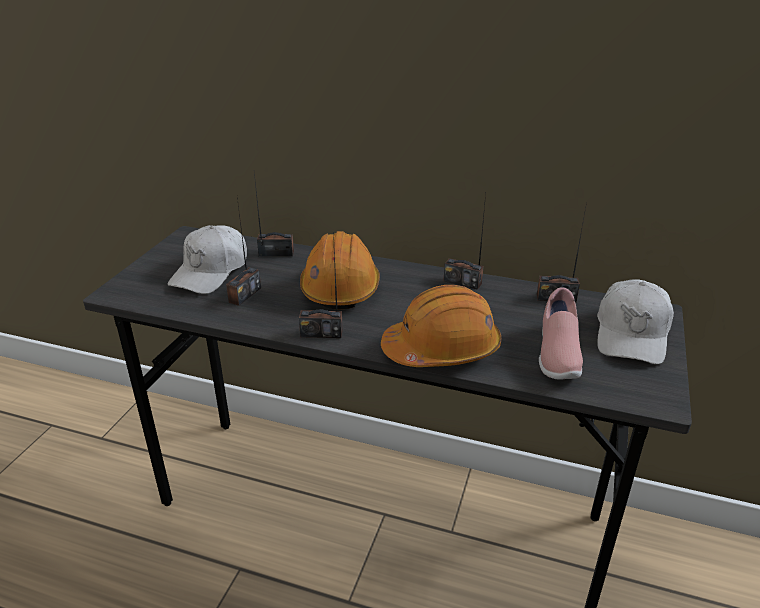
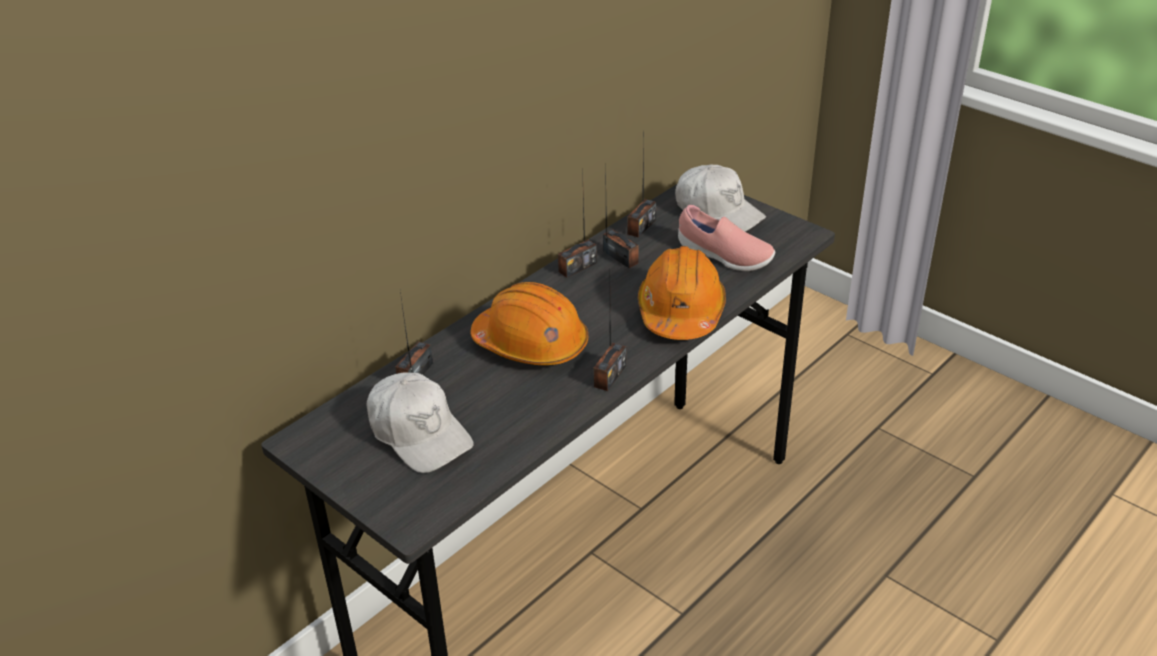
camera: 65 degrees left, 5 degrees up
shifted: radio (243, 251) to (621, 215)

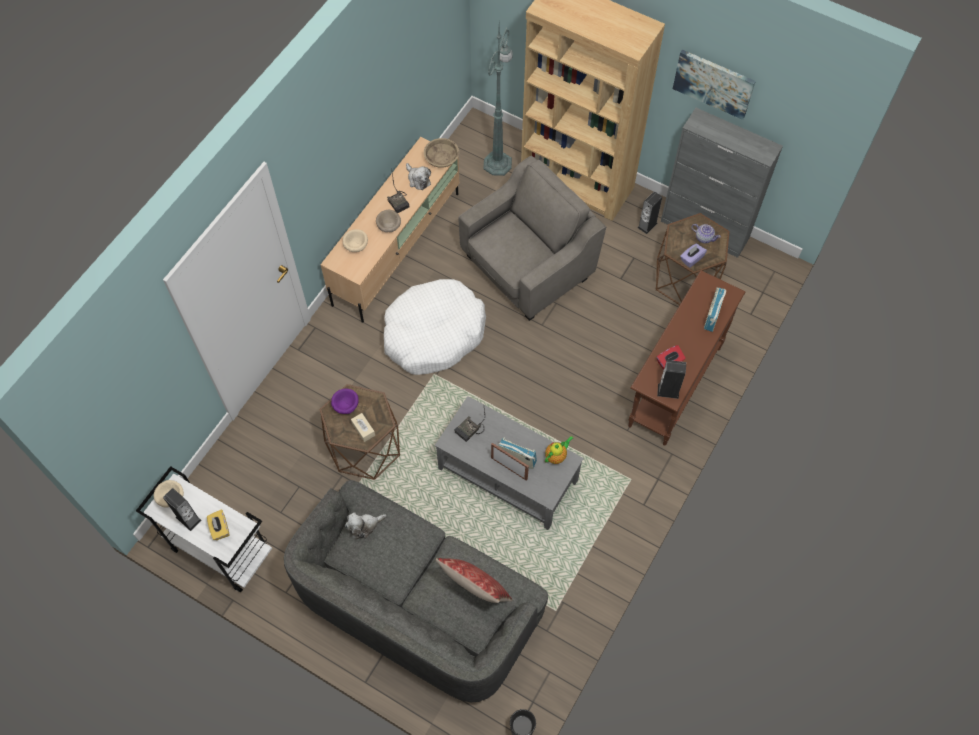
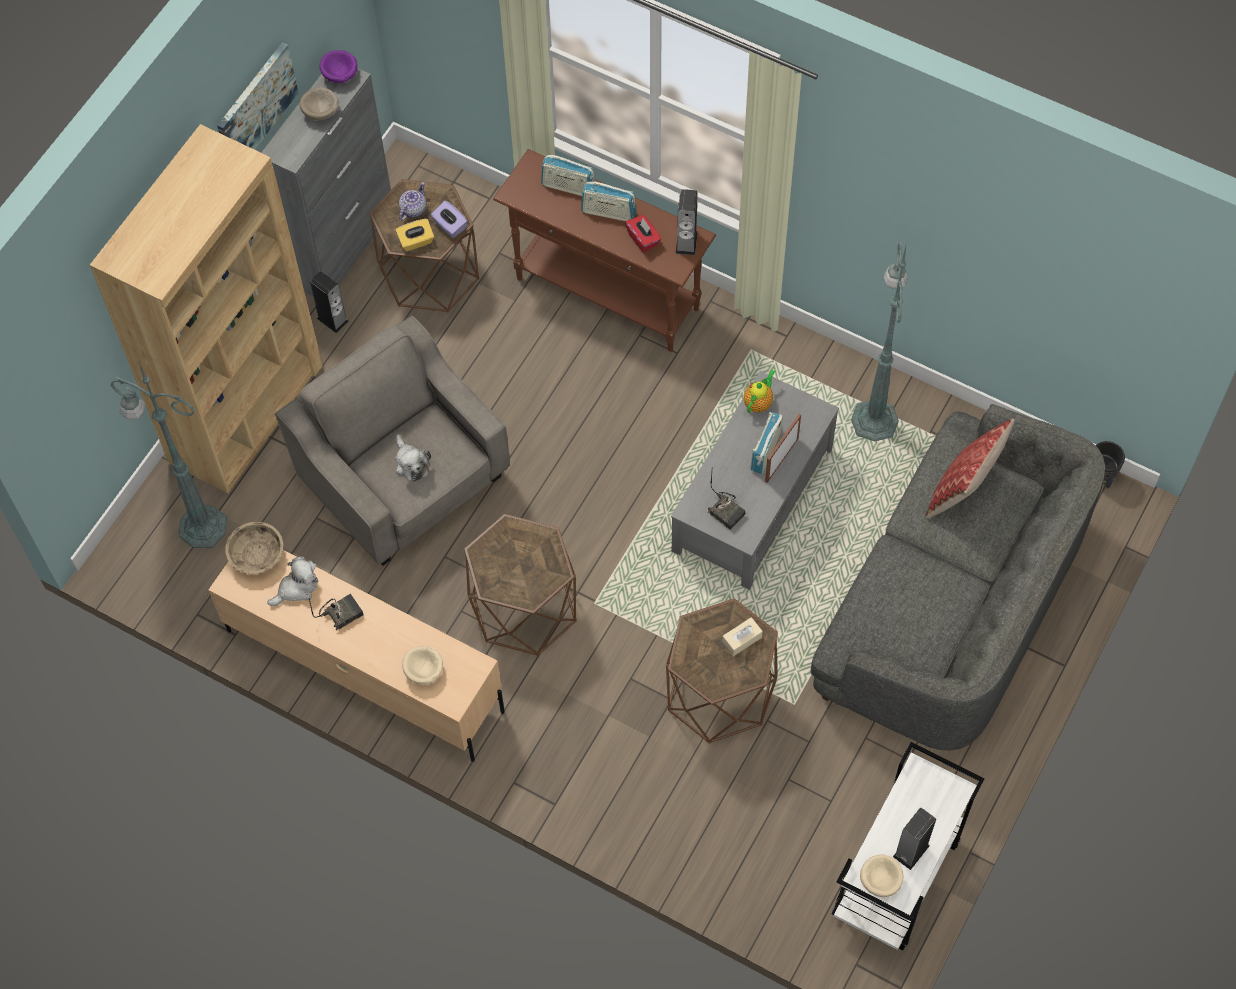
camera: 90 degrees left, 0 degrees up
new: radio (608, 201); floor lamp in green (879, 341)
shifted: bowl in beige (388, 221) to (319, 103); bowl in purple (345, 401) to (338, 66); tissue box in yellow (218, 525) to (414, 235); plush toy (366, 525) to (413, 458)
swapped: dog bed in white (435, 327) to side table in brown (520, 585)
rotated: teapot (559, 450) = (760, 391) 75 degrees clockwise

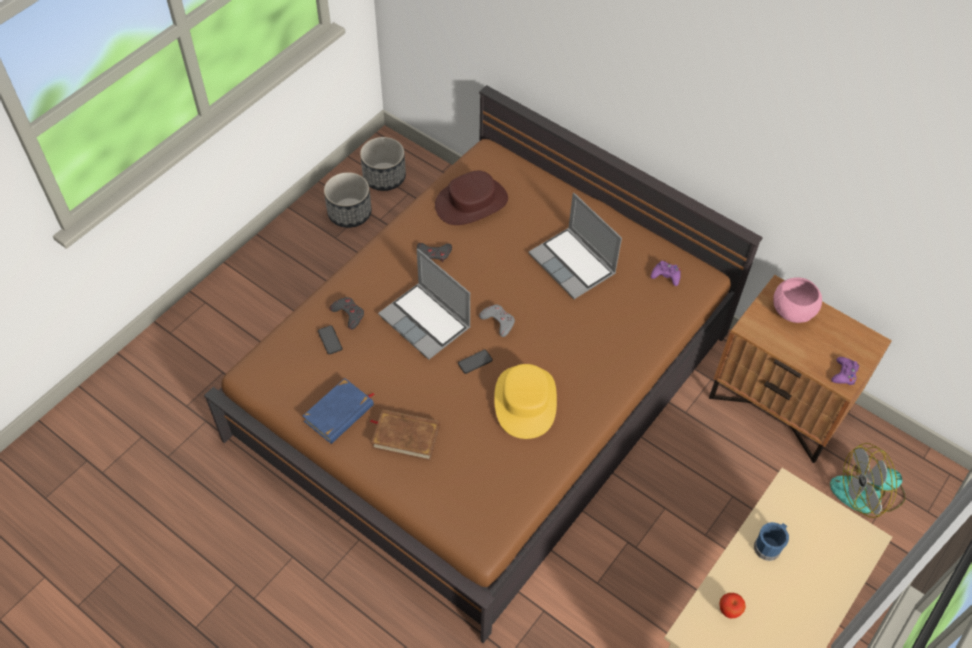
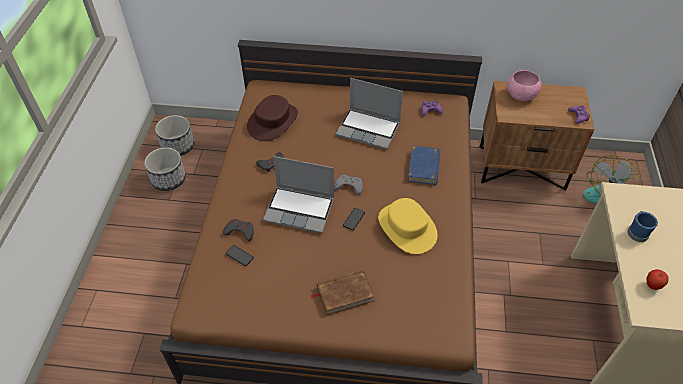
camera: 30 degrees left, 5 degrees down
shifted: book in blue (339, 411) to (424, 165)

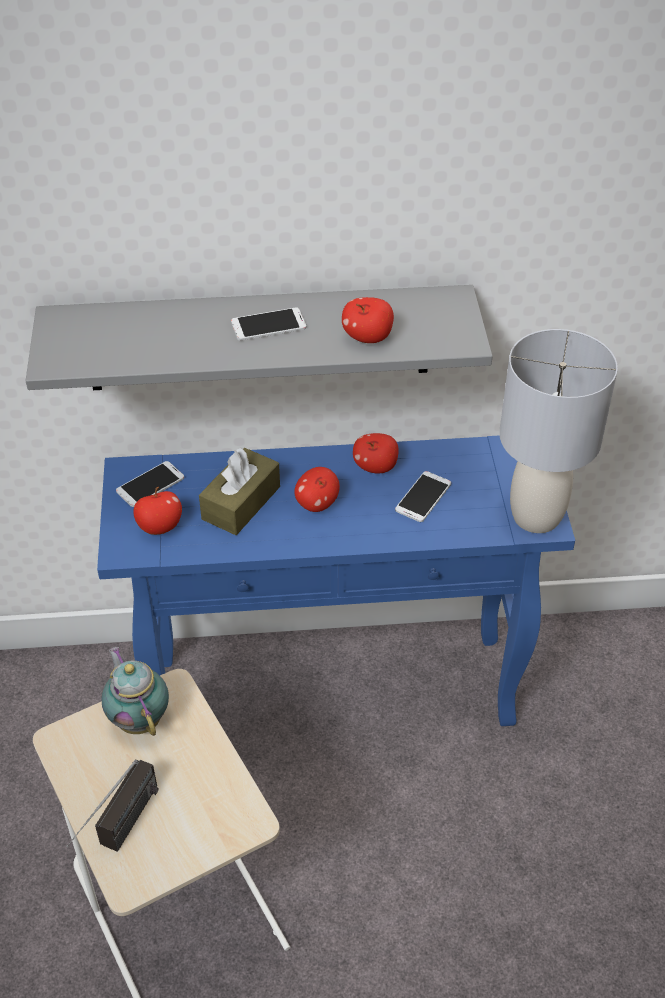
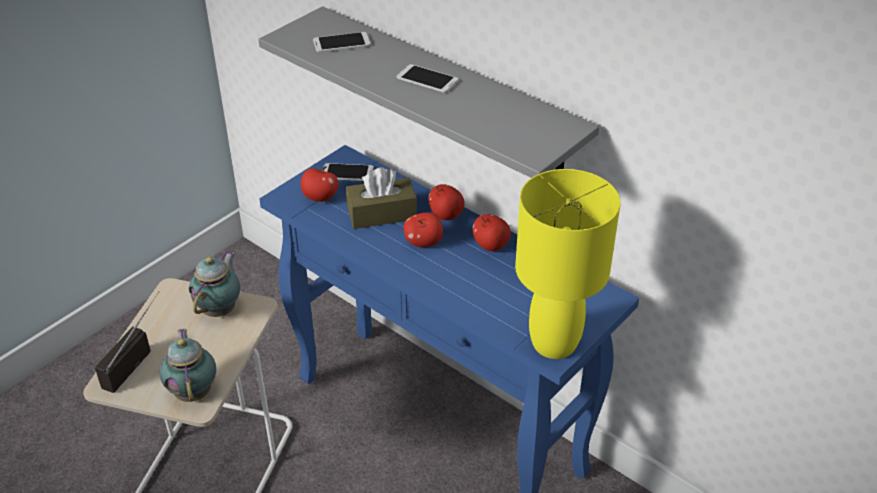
camera: 45 degrees right, 5 degrees down
new: teapot (188, 365)
shifted: apple (368, 320) to (446, 202); phone (423, 496) to (342, 42)
repainted: table lamp in grey (558, 431) to table lamp in yellow (567, 264)
rotated: radio (112, 806) = (127, 342) 135 degrees clockwise

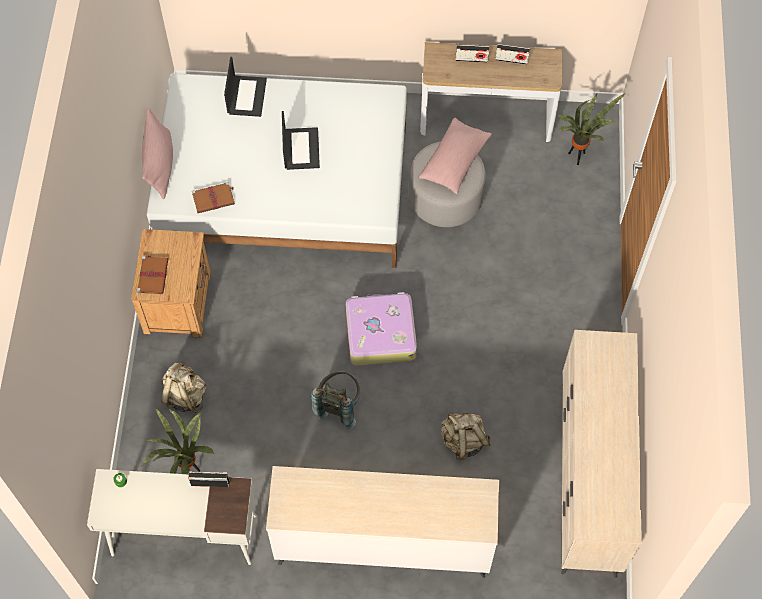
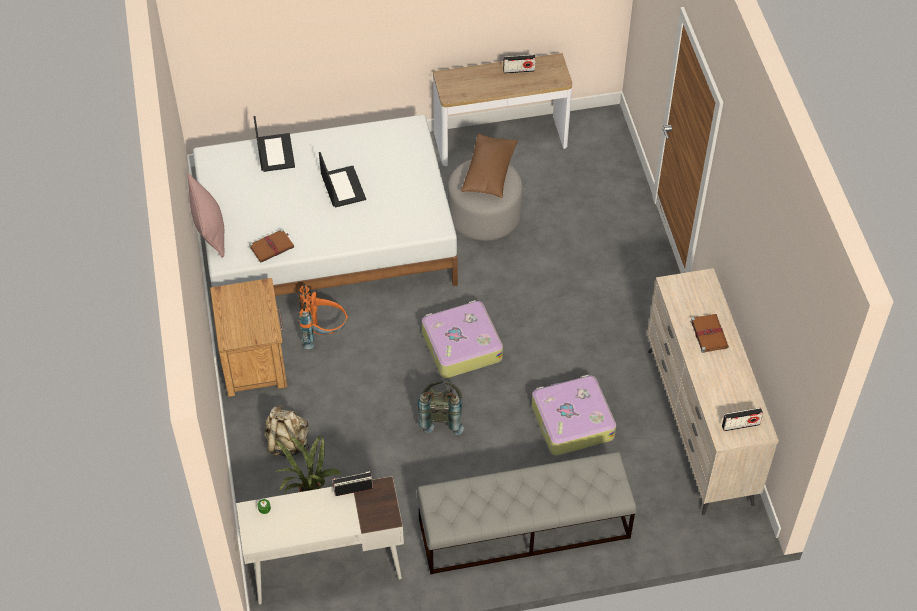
camera: 15 degrees left, 10 degrees down
gone: potted plant (592, 129)
new: backpack in orange (323, 317)
shifted: radio (472, 54) to (742, 419); book in brown (152, 275) to (709, 333)
swapped: backpack in beige (466, 436) to suitcase (574, 415); dresser in beige (382, 522) to bench in grey (527, 513)
repainted: pillow in pink (455, 156) to pillow in brown (489, 166)

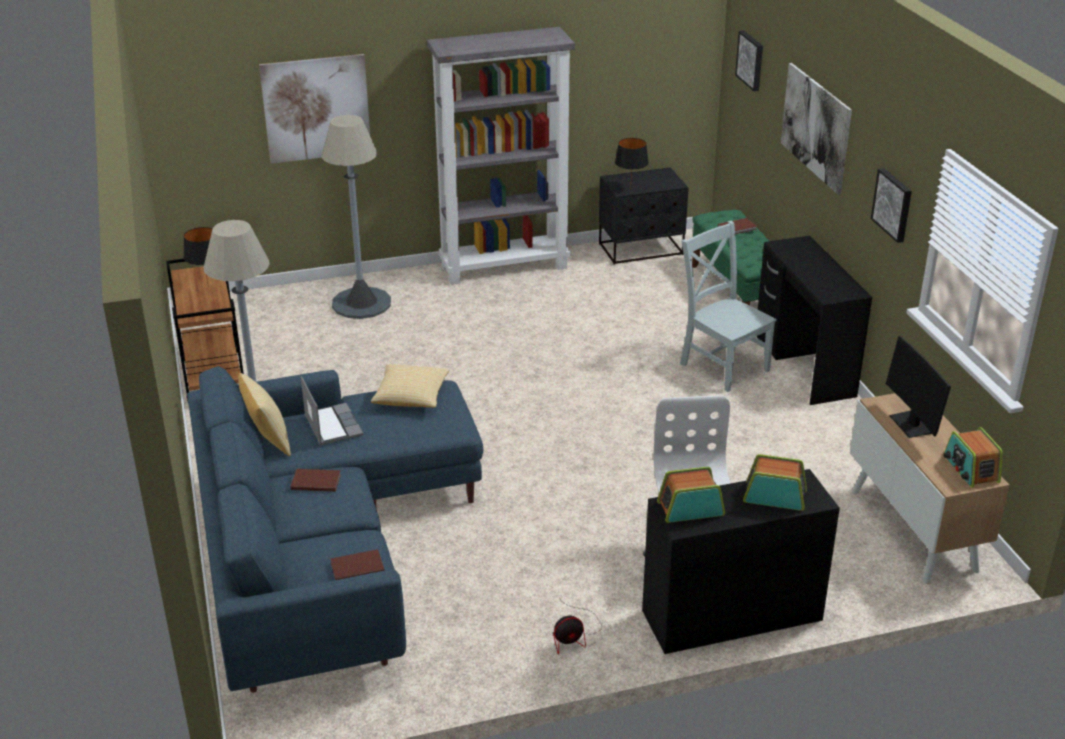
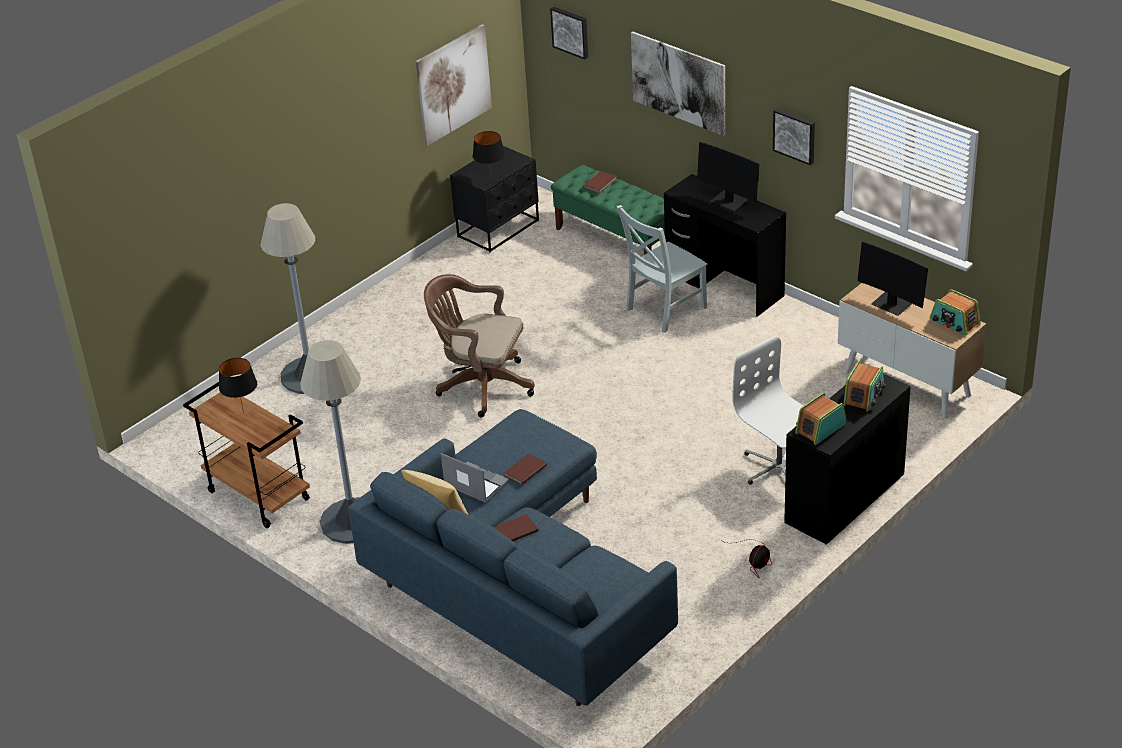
camera: 30 degrees left, 5 degrees up
gone: bookcase in grey (501, 156); pillow (410, 386)
new: monitor (728, 176); office chair in brown (479, 346)
shifted: picture (314, 109) to (454, 85); book in brown (357, 564) to (525, 469)
rotated: chair in grey (728, 306) = (662, 269) 60 degrees counterclockwise; radio (775, 482) = (864, 386) 135 degrees clockwise

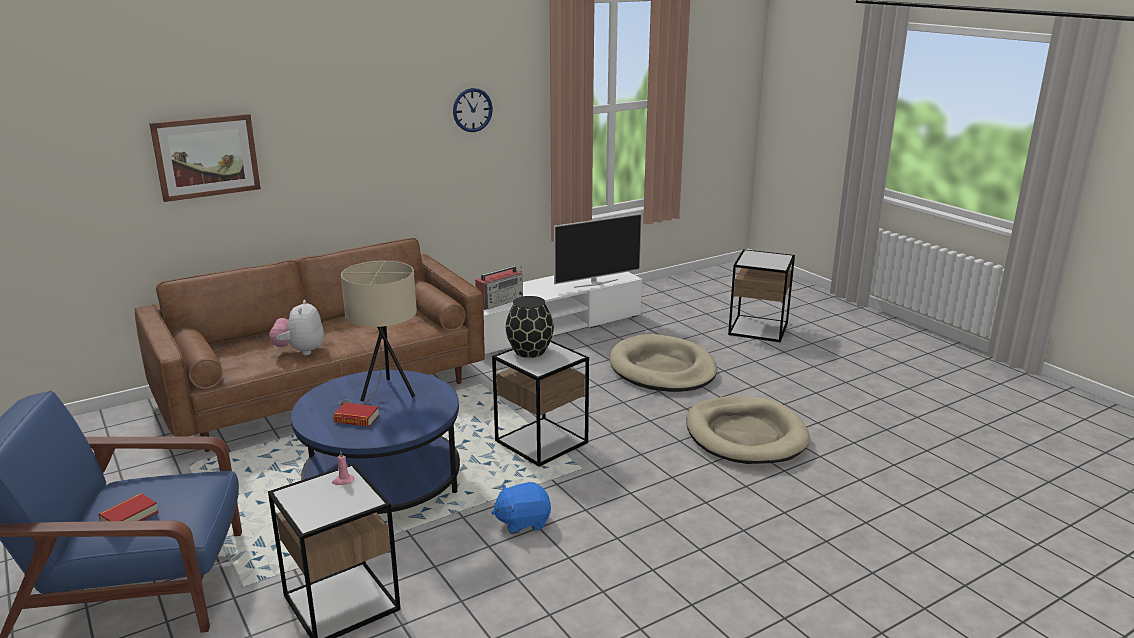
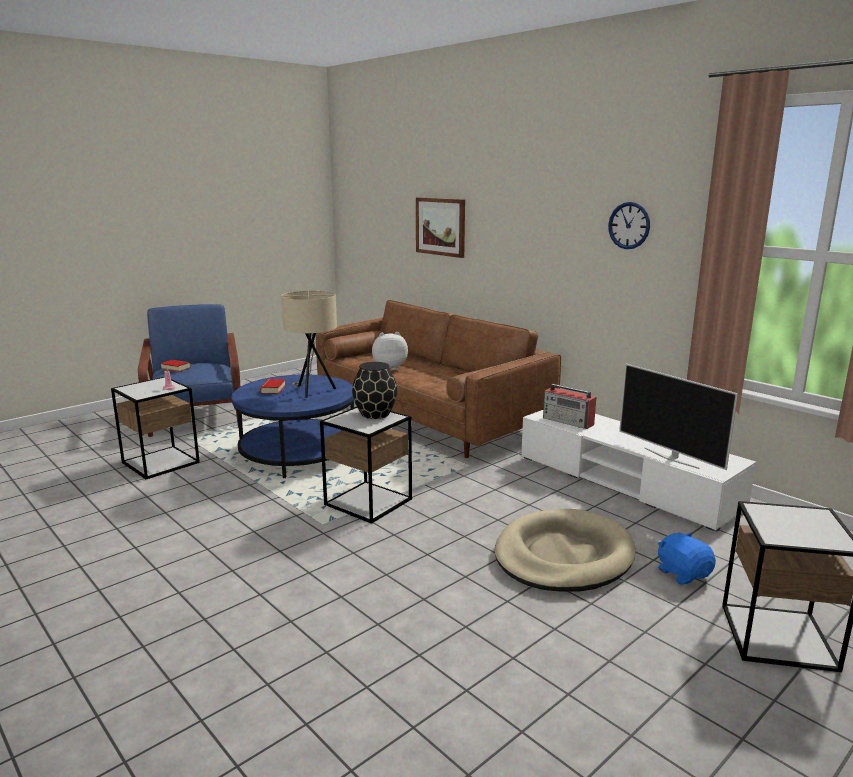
camera: 80 degrees right, 5 degrees down
gone: dog bed in beige (748, 430)
shifted: plush toy in blue (521, 508) to (687, 559)

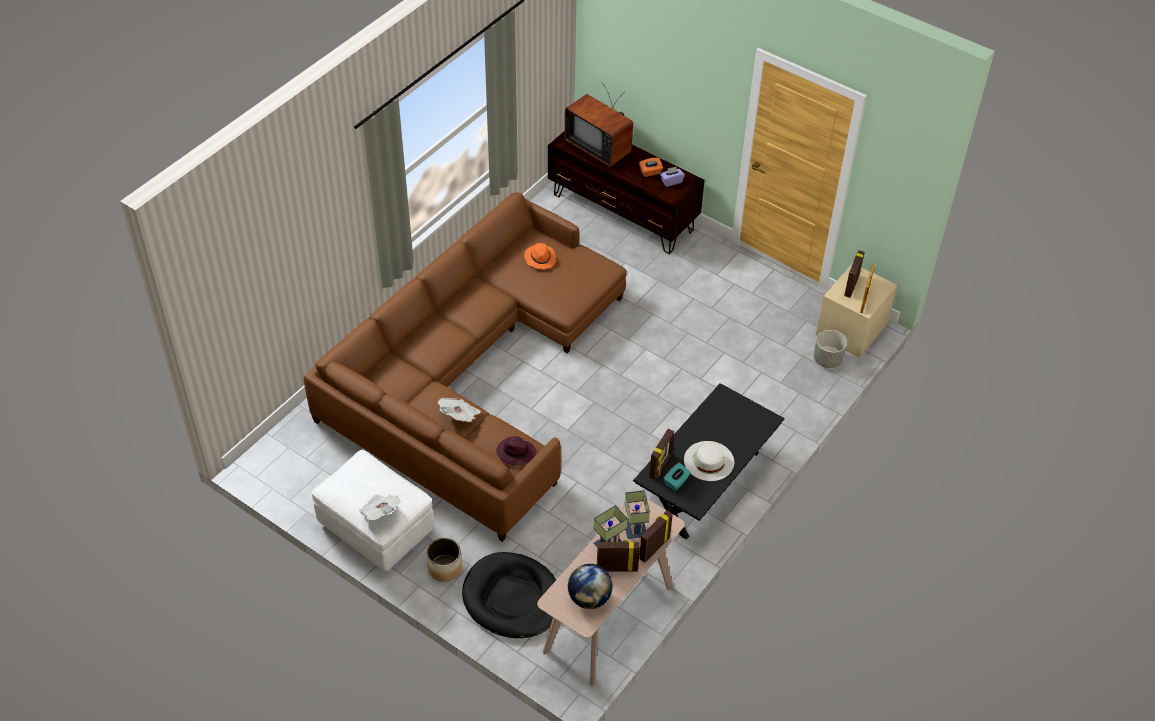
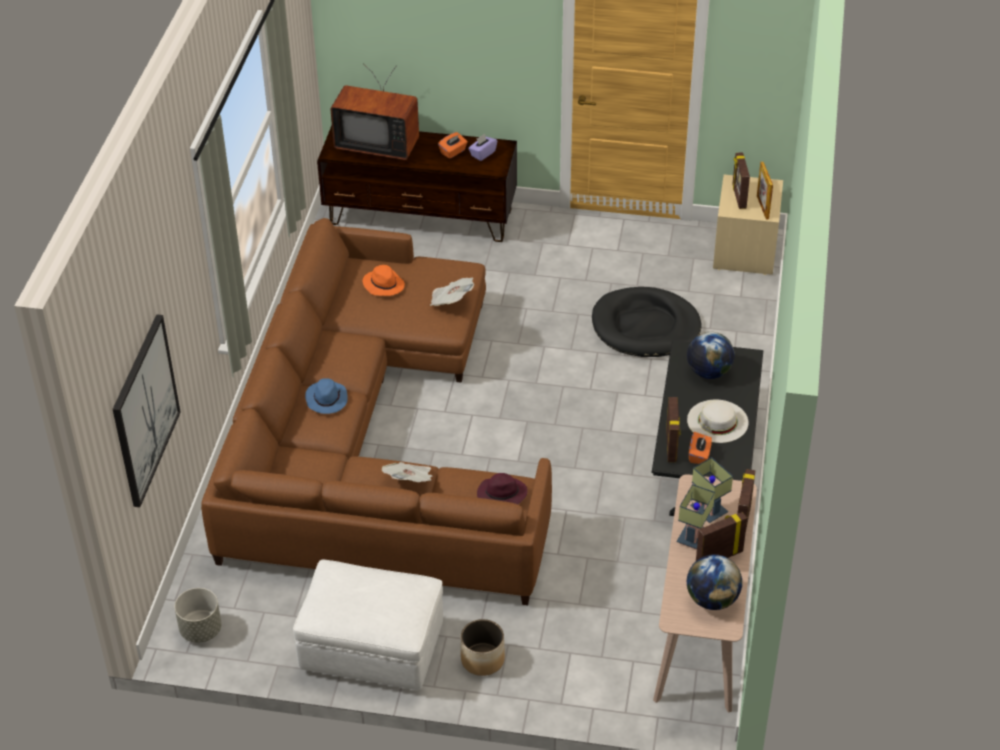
camera: 25 degrees left, 5 degrees down
new: picture (147, 410); globe (711, 355); hat in blue (326, 396)
shifted: planter in grey (830, 349) to (198, 615); newspaper (380, 507) to (452, 292); dog bed in black (509, 595) to (646, 322)
repainted: tissue box in turquoise (677, 477) to tissue box in orange (700, 448)

